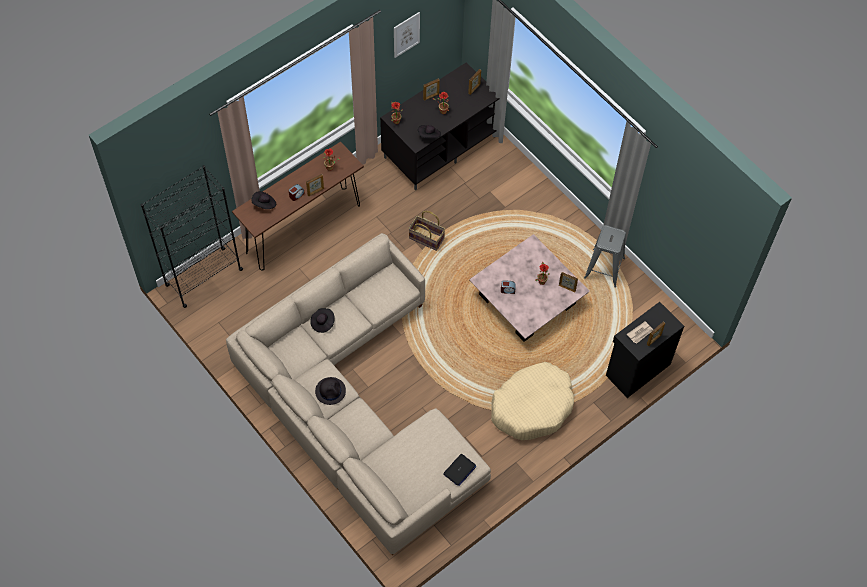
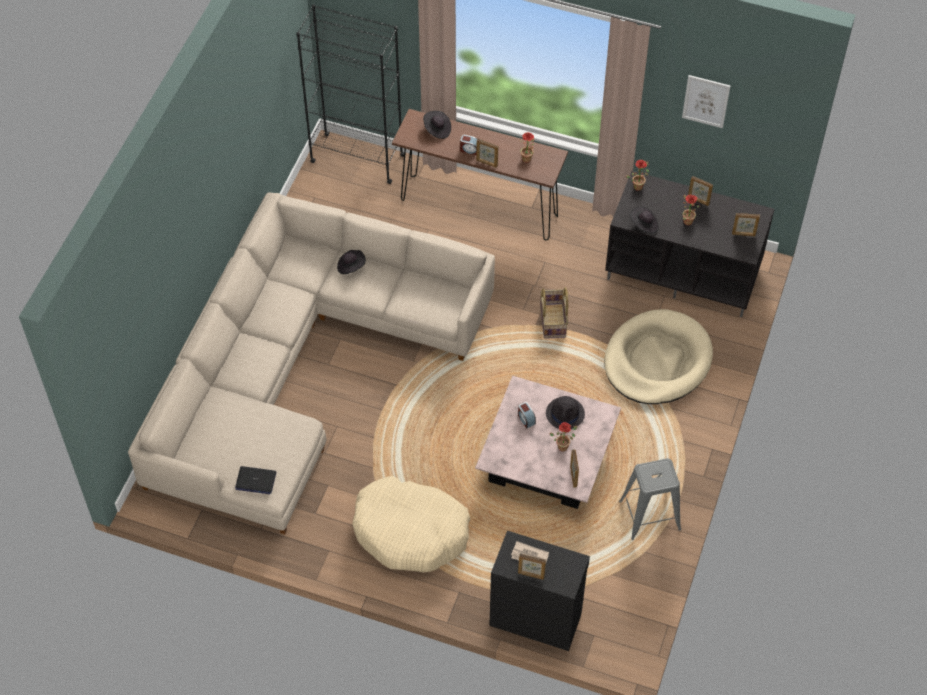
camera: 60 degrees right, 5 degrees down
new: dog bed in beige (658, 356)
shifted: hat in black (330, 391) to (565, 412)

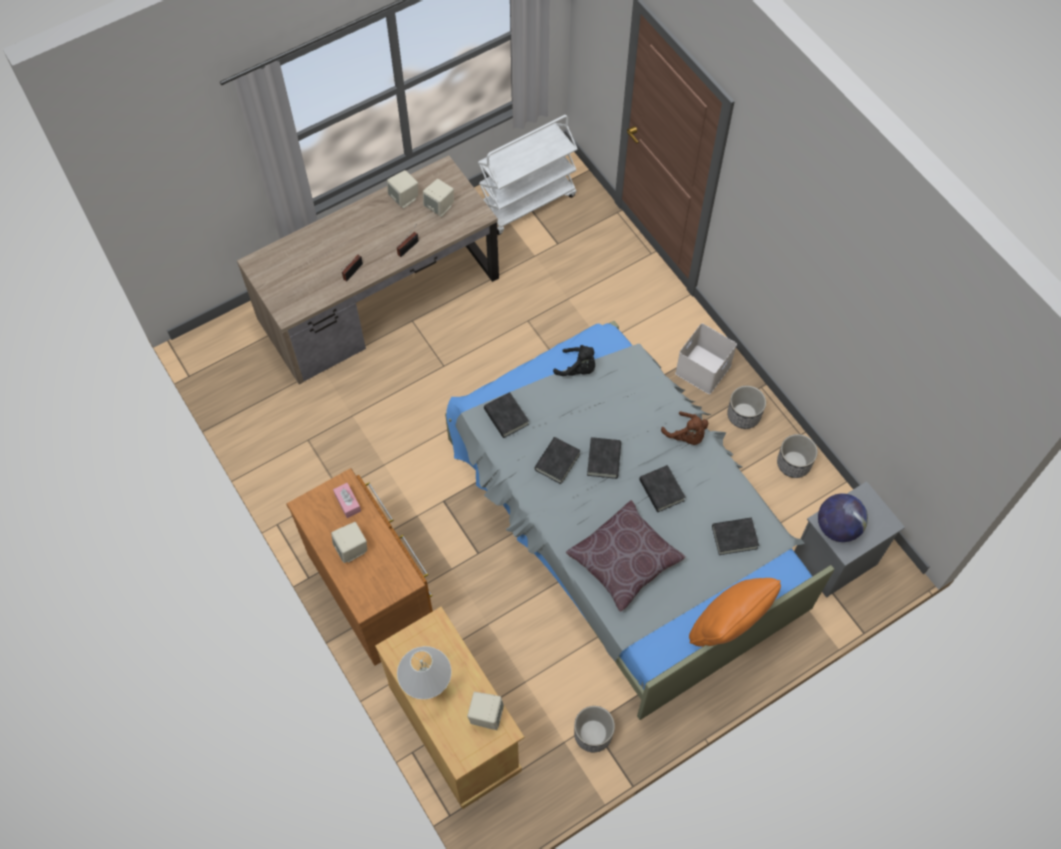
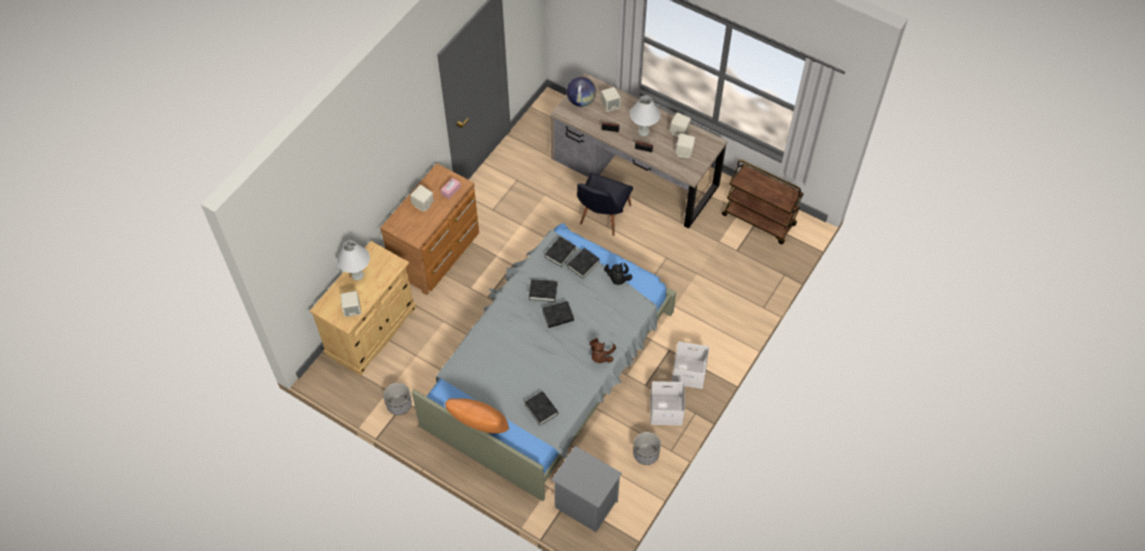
camera: 65 degrees right, 5 degrees down
gone: pillow in brown (626, 556)
new: speaker in beige (610, 99); table lamp in white (645, 116); chair in black (605, 204)
shifted: book in black (662, 488) to (583, 263); globe (843, 517) to (581, 92)
swapped: planter (746, 407) to storage box in white (667, 403)
repainted: cart in white (527, 175) to cart in brown (763, 201)

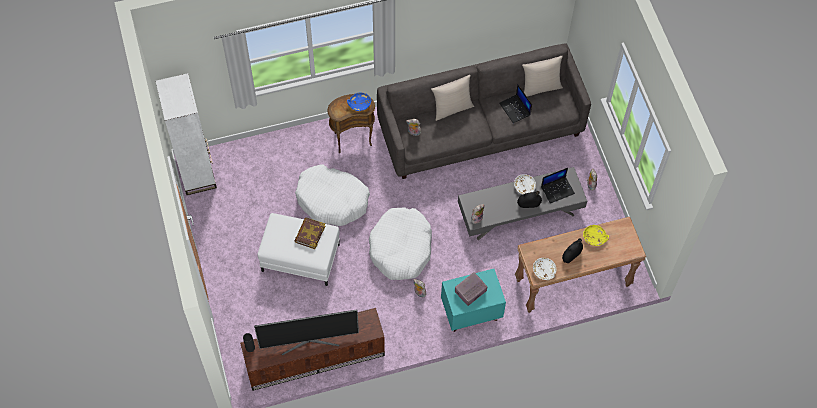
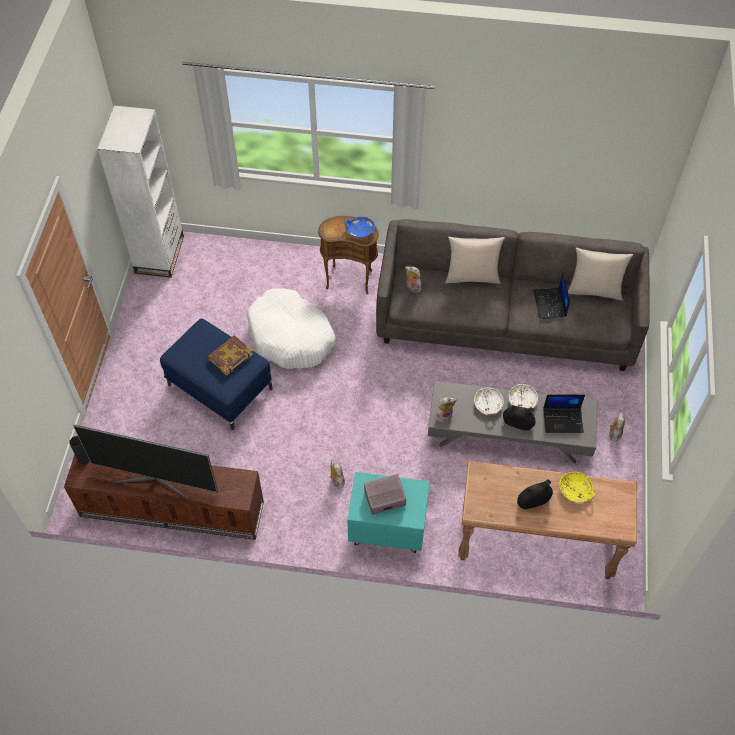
camera: 25 degrees right, 5 degrees down
gone: dog bed in white (400, 243)
shifted: bowl in white (544, 269) to (489, 401)
repainted: ottoman in white (298, 249) to ottoman in blue (216, 374)

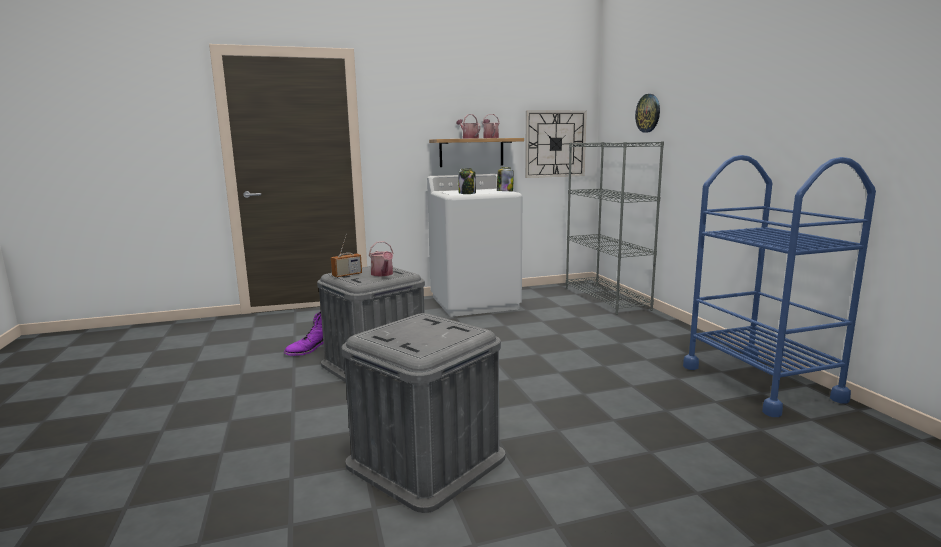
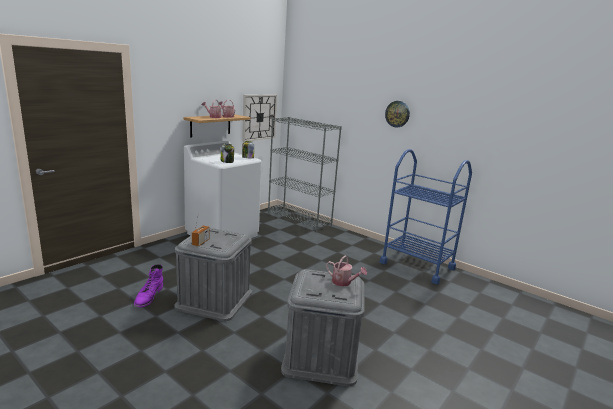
camera: 35 degrees left, 5 degrees up
shifted: wall clock (647, 113) to (397, 114); watering can (381, 258) to (346, 271)

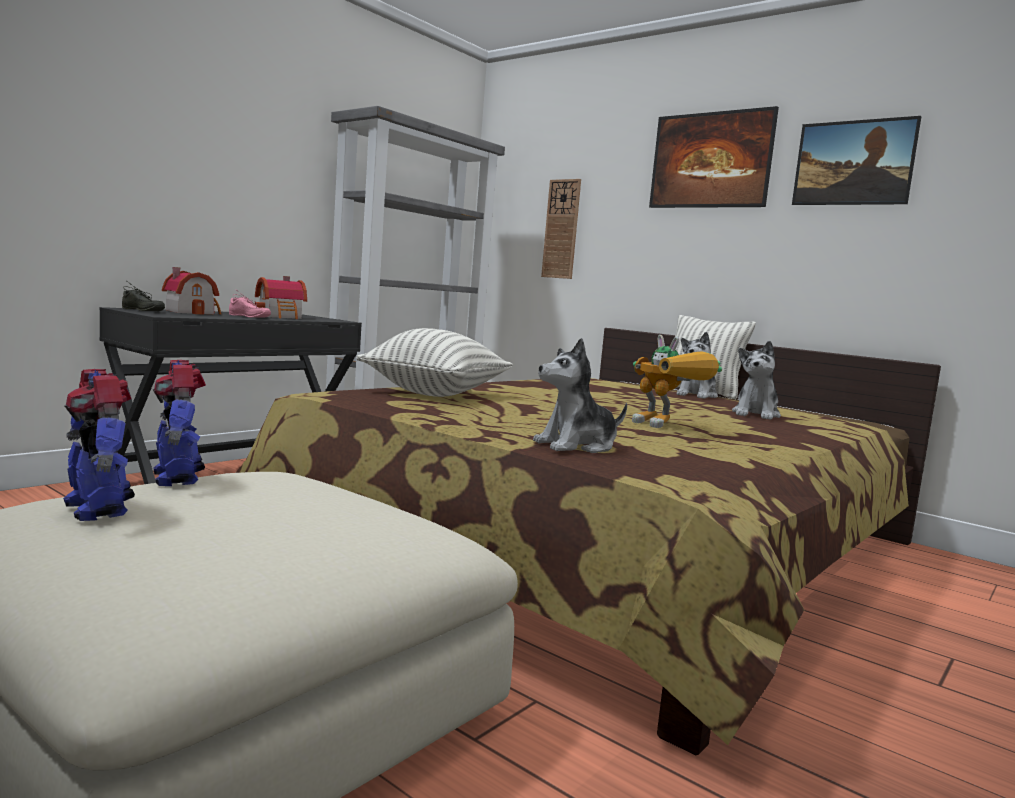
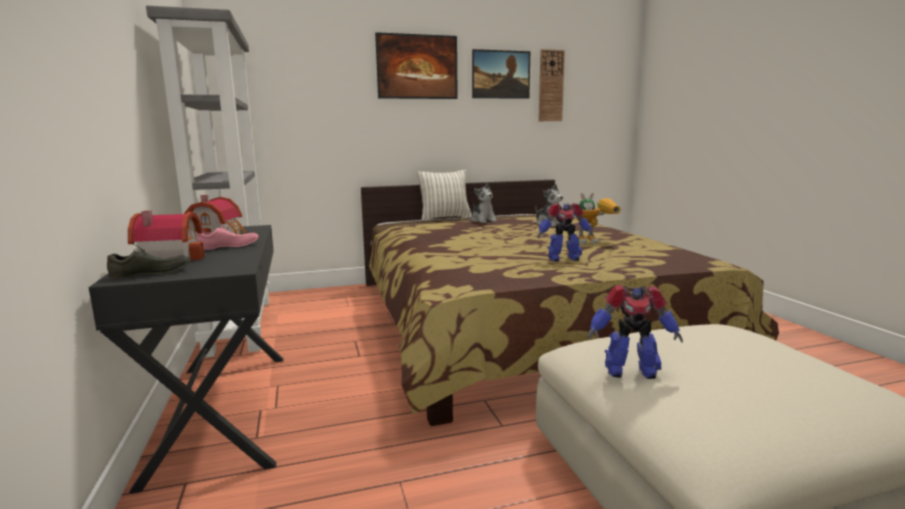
camera: 55 degrees left, 5 degrees up
gone: pillow (434, 362); plush toy (580, 395)
shifted: wall clock (561, 229) to (552, 85); toy robot (99, 445) to (565, 232)

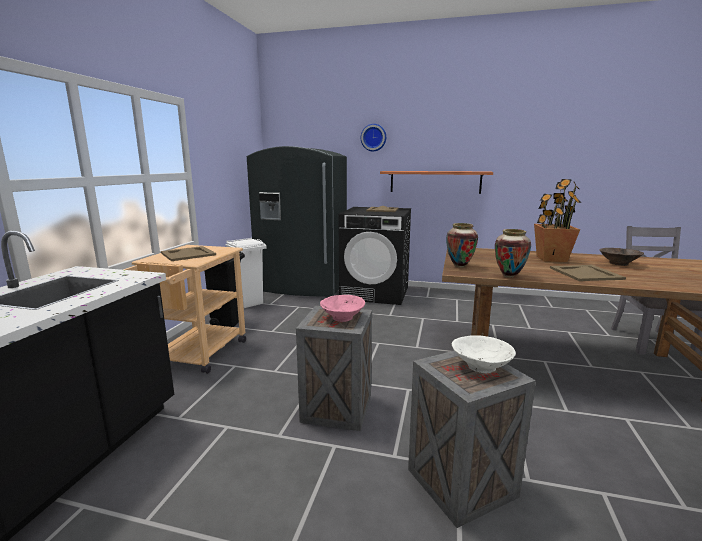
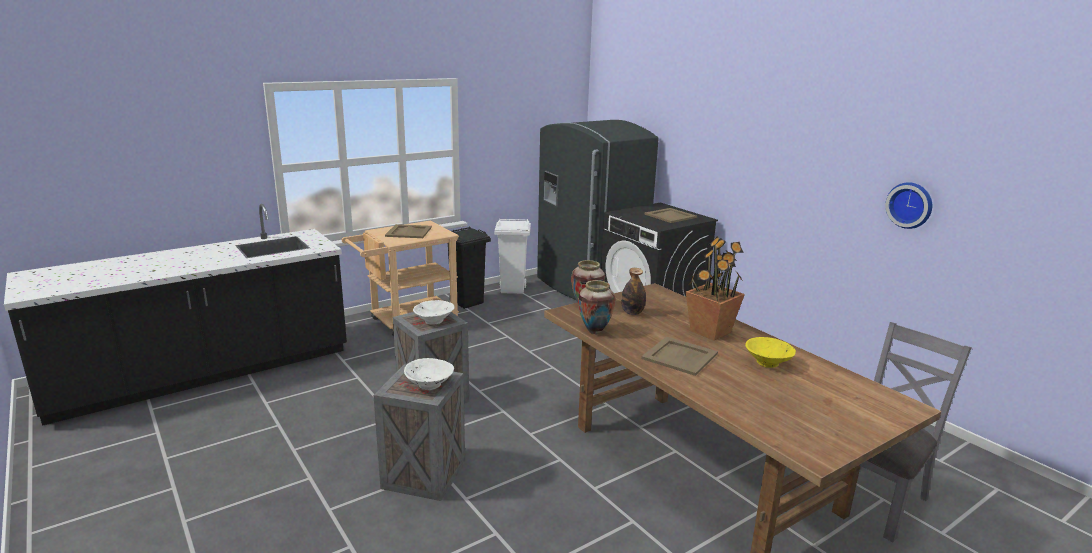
camera: 40 degrees right, 5 degrees up
gone: shelf (436, 182)
new: bottle (633, 291)
shifted: wall clock (373, 137) to (908, 205)
repainted: bowl in brown (622, 257) to bowl in yellow (770, 352); bowl in pink (342, 308) to bowl in white (434, 312)

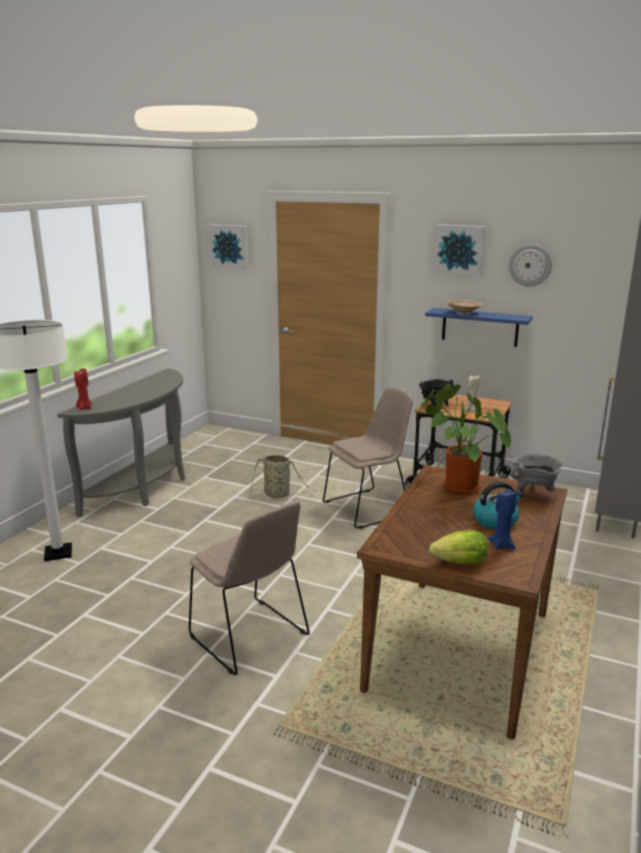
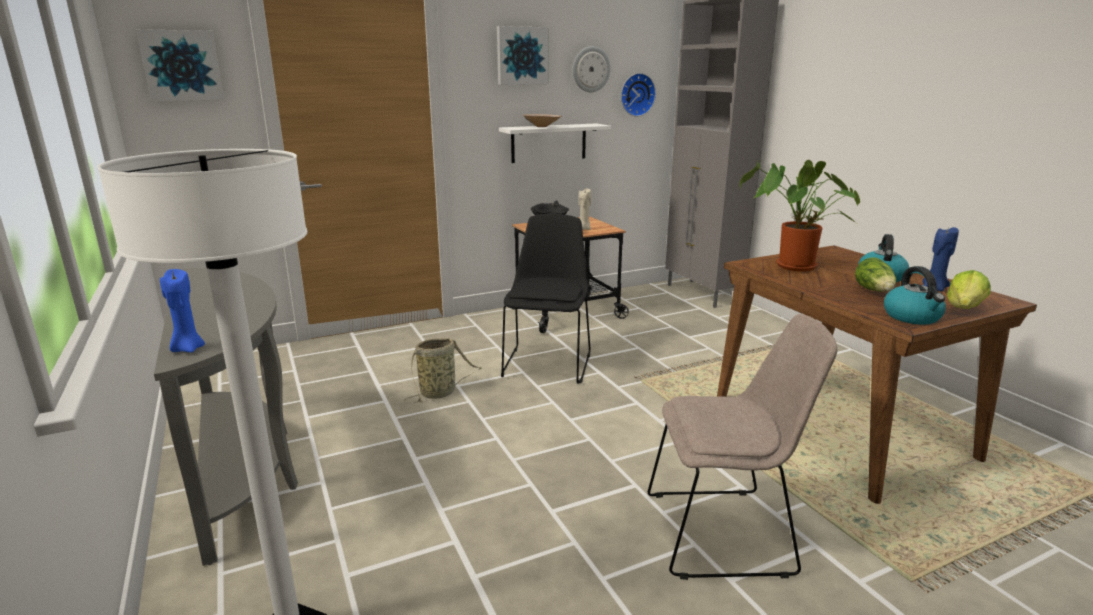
camera: 50 degrees left, 0 degrees up
gone: cooking pot in grey (536, 473)
new: wall clock (638, 95); lettuce (875, 274); kettle (915, 295)
repainted: shelf in blue (479, 327) to shelf in white (555, 143); candle in red (83, 389) to candle in blue (182, 311); chair in beige (368, 458) to chair in black (545, 299)

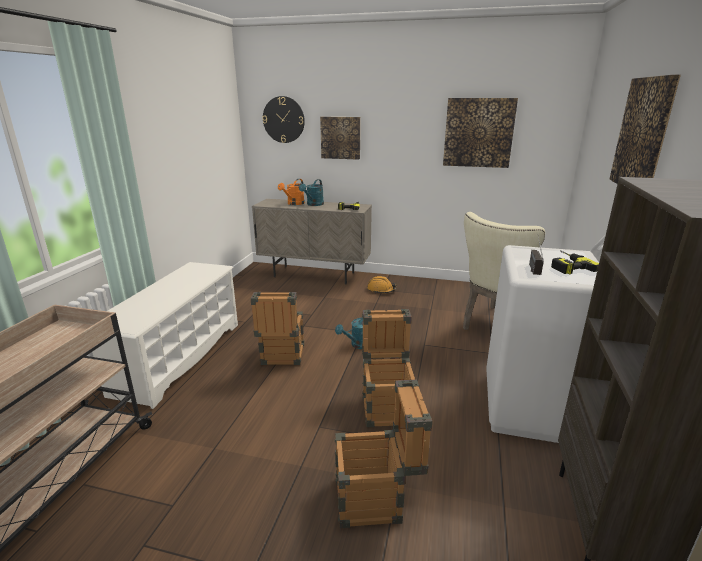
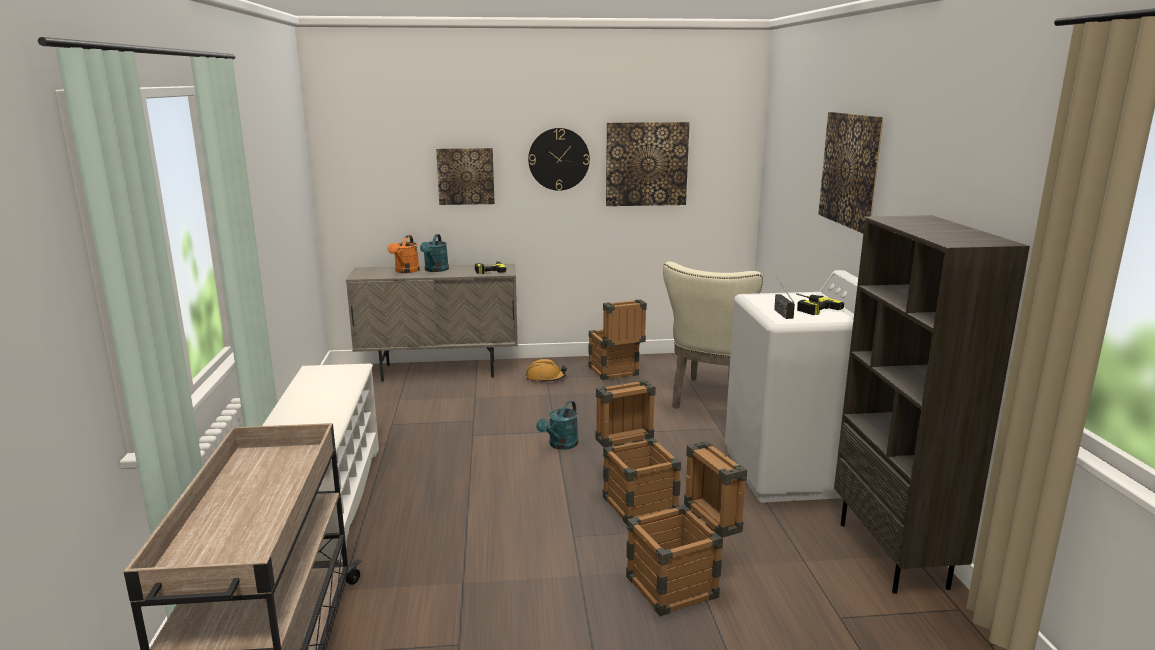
camera: 20 degrees left, 5 degrees down
shifted: wall clock (283, 119) to (559, 159); crate (277, 328) to (617, 339)

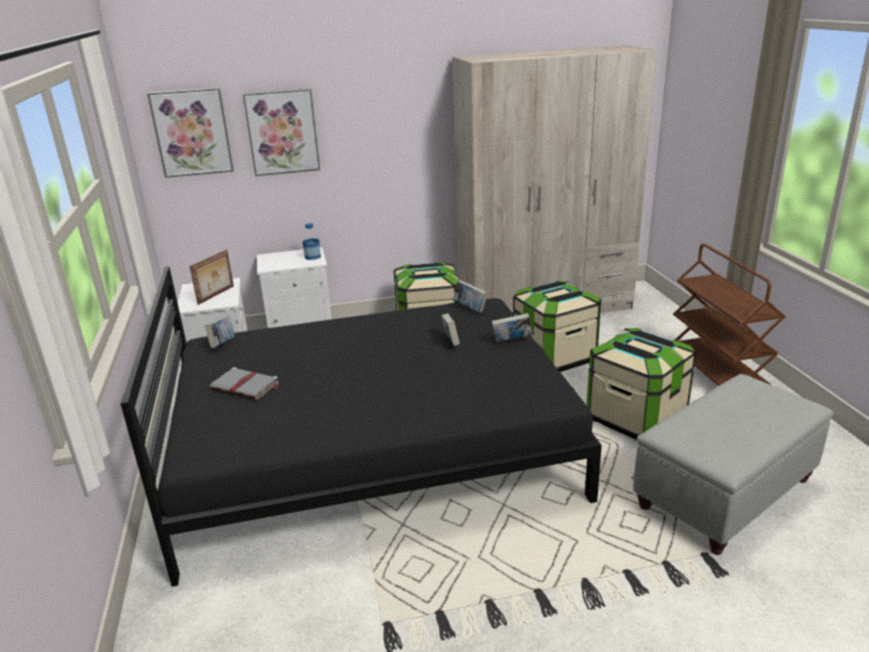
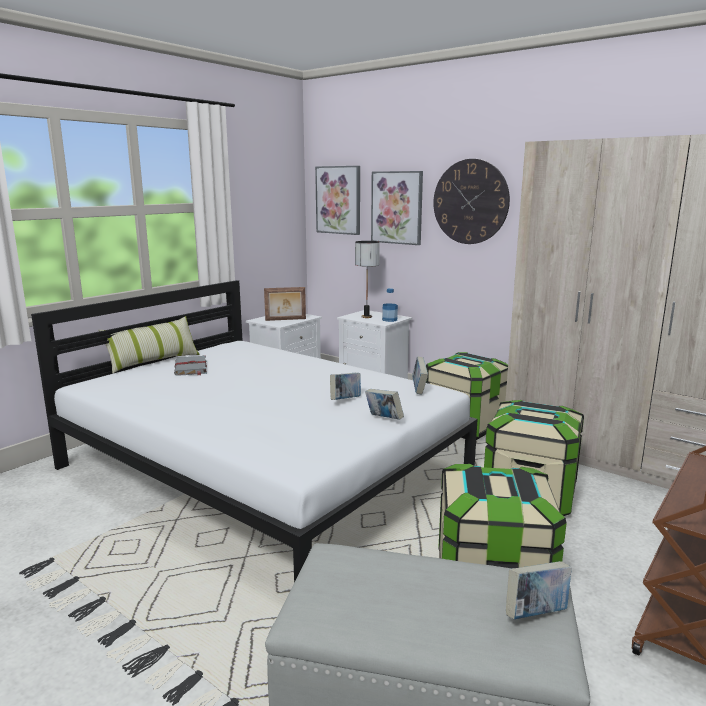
camera: 50 degrees right, 10 degrees down
new: wall clock (471, 201); table lamp (367, 279); pillow (149, 344)
shifted: book (220, 332) to (539, 590)
repainted: bed in black (361, 426) to bed in white (254, 431)

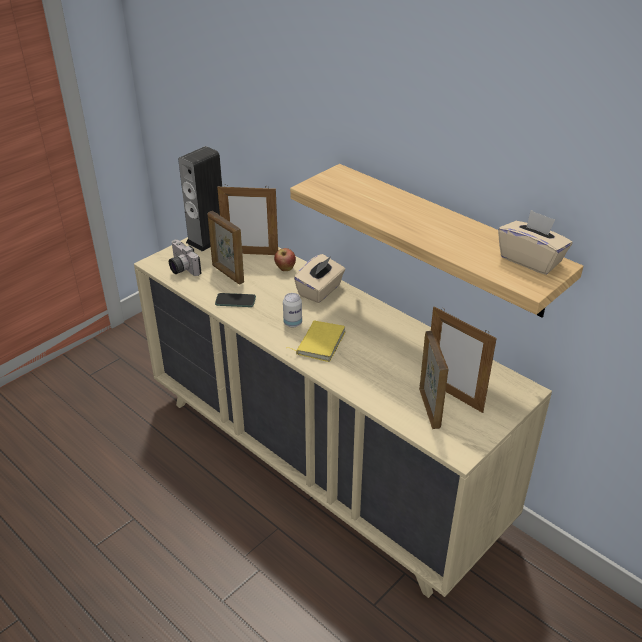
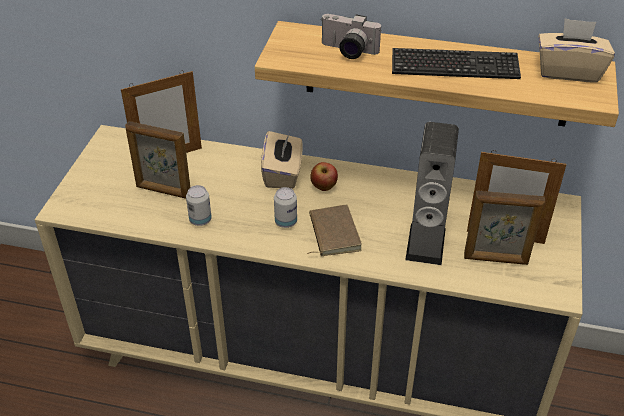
camera: 30 degrees left, 5 degrees up
new: keyboard (456, 63)
shifted: speaker (200, 199) to (432, 193); photo camera (185, 258) to (351, 36); apple (285, 259) to (324, 176)
swapped: phone (235, 300) to can (199, 205)
repainted: book in yellow (316, 341) to book in brown (334, 230)
rotated: picture frame (433, 380) = (504, 227) 135 degrees clockwise

